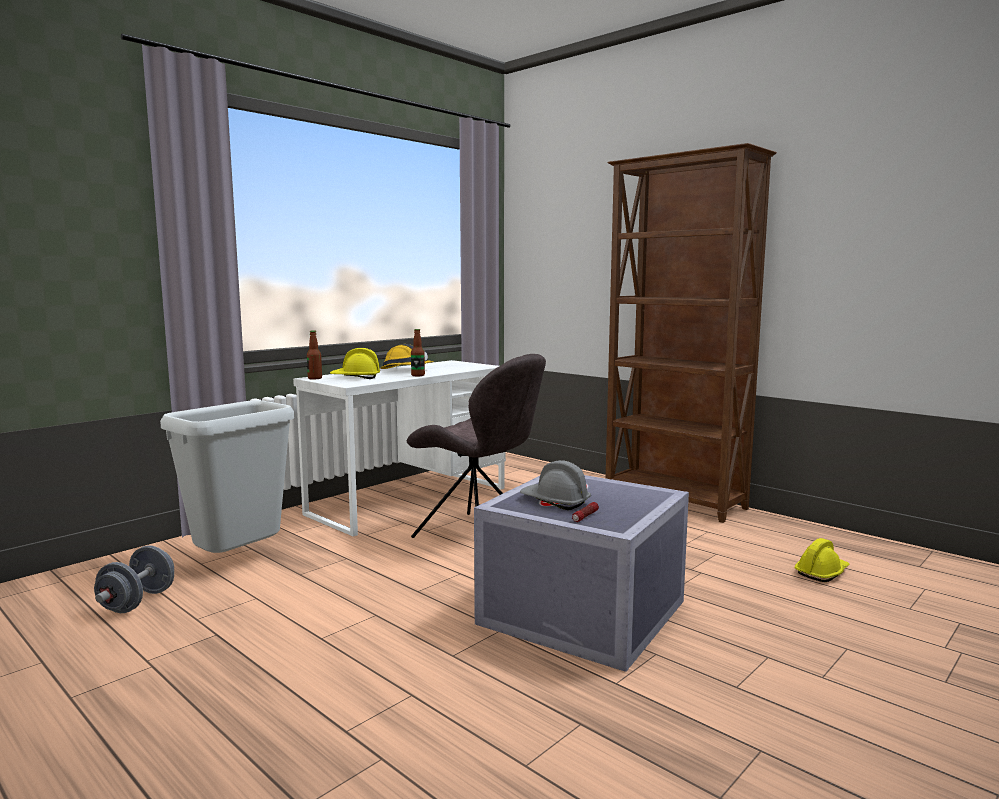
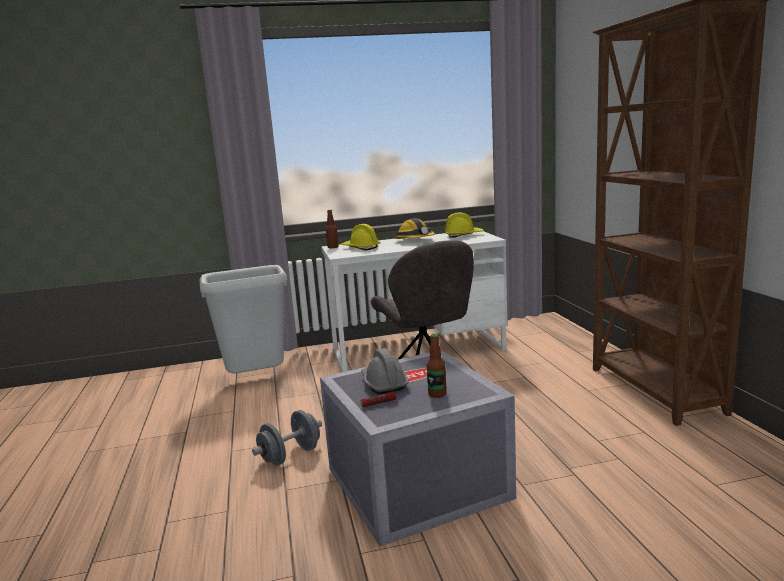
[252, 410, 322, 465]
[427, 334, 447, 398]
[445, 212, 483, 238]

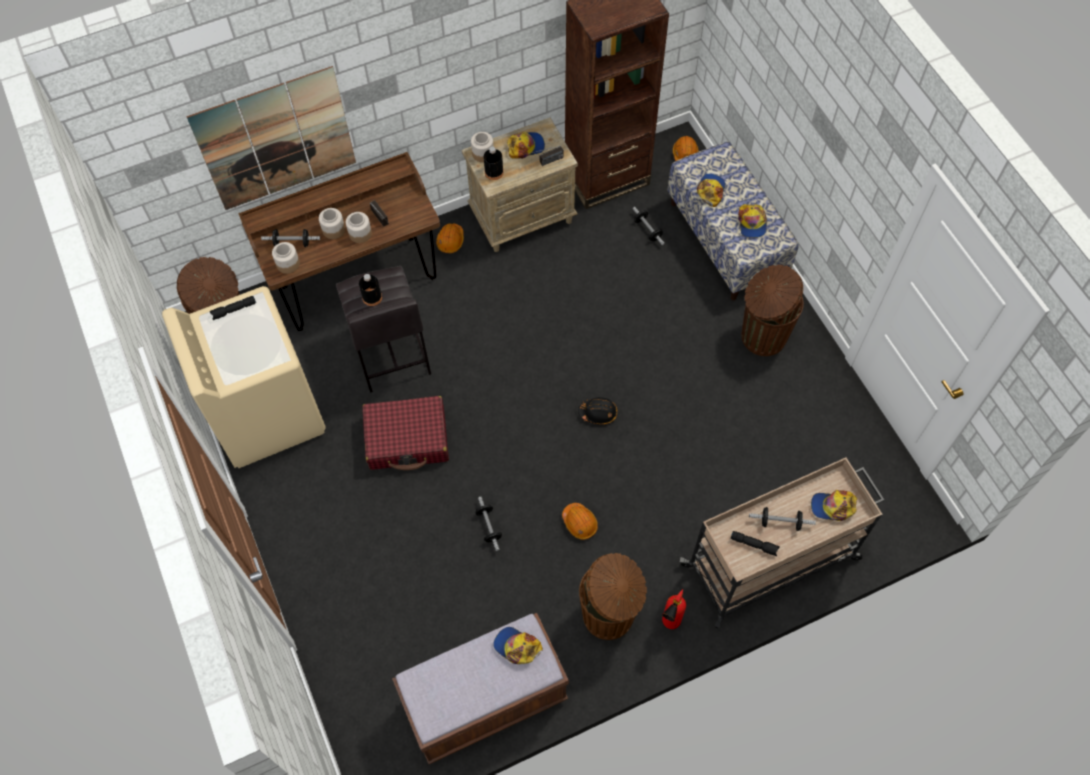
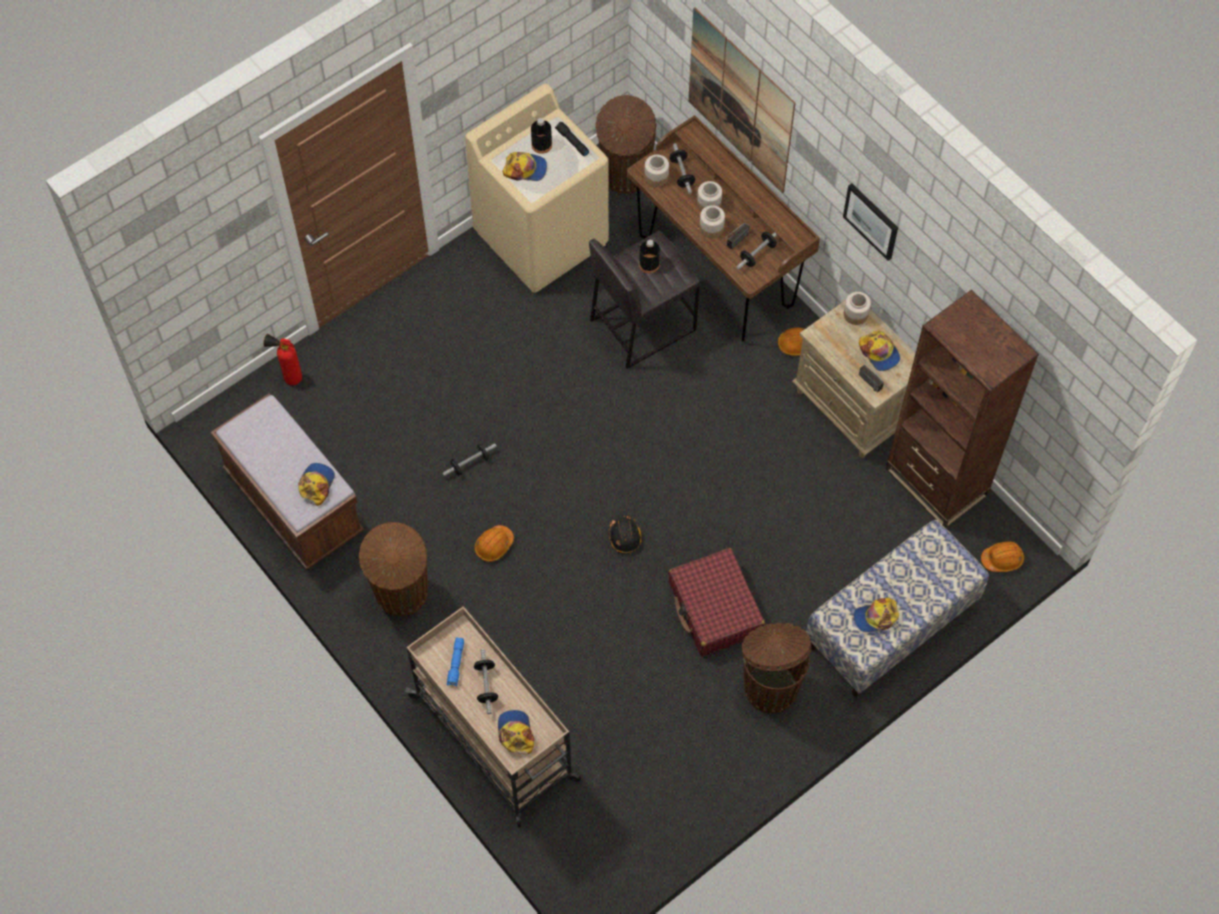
[843, 183, 898, 261]
[668, 548, 765, 657]
[531, 118, 552, 154]
[736, 232, 777, 270]
[263, 334, 302, 385]
[502, 152, 547, 181]
[447, 637, 464, 687]

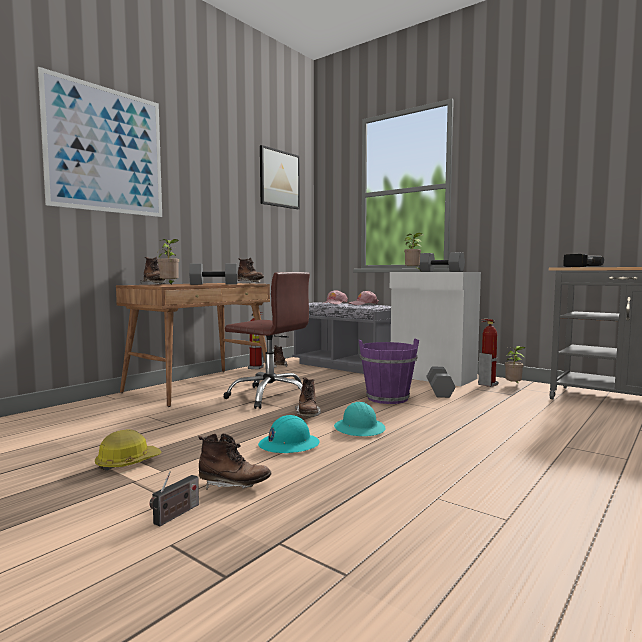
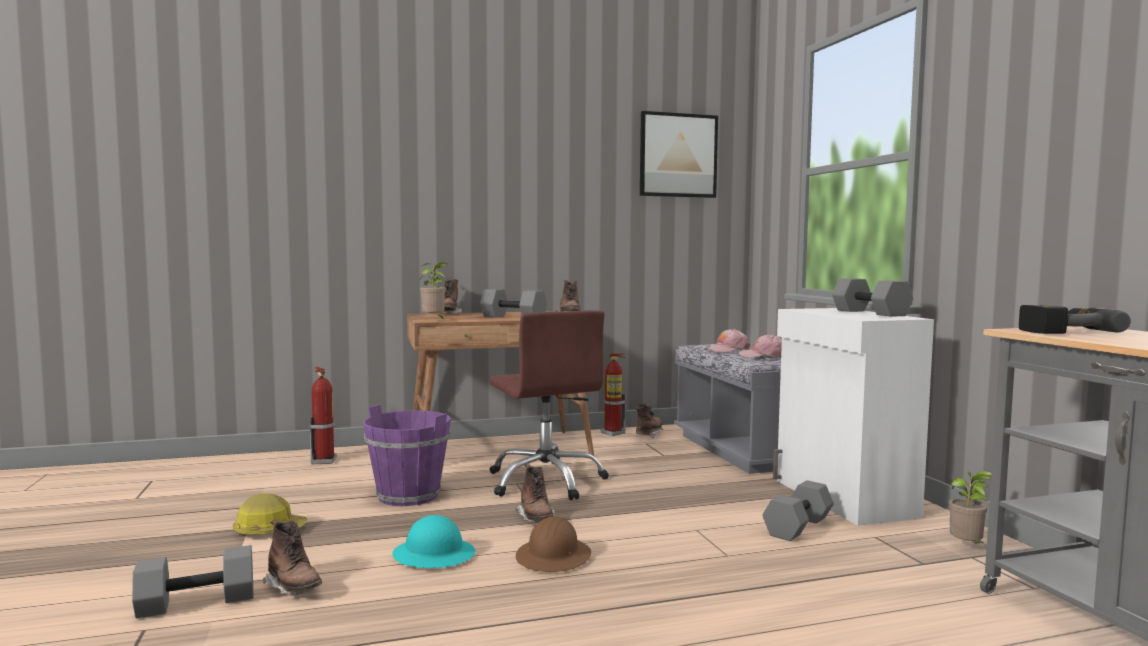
[38, 67, 162, 217] (first image)
[404, 233, 423, 270] (first image)
[363, 404, 451, 506]
[310, 367, 337, 464]
[132, 545, 253, 619]
[516, 516, 591, 572]
[515, 464, 555, 523]

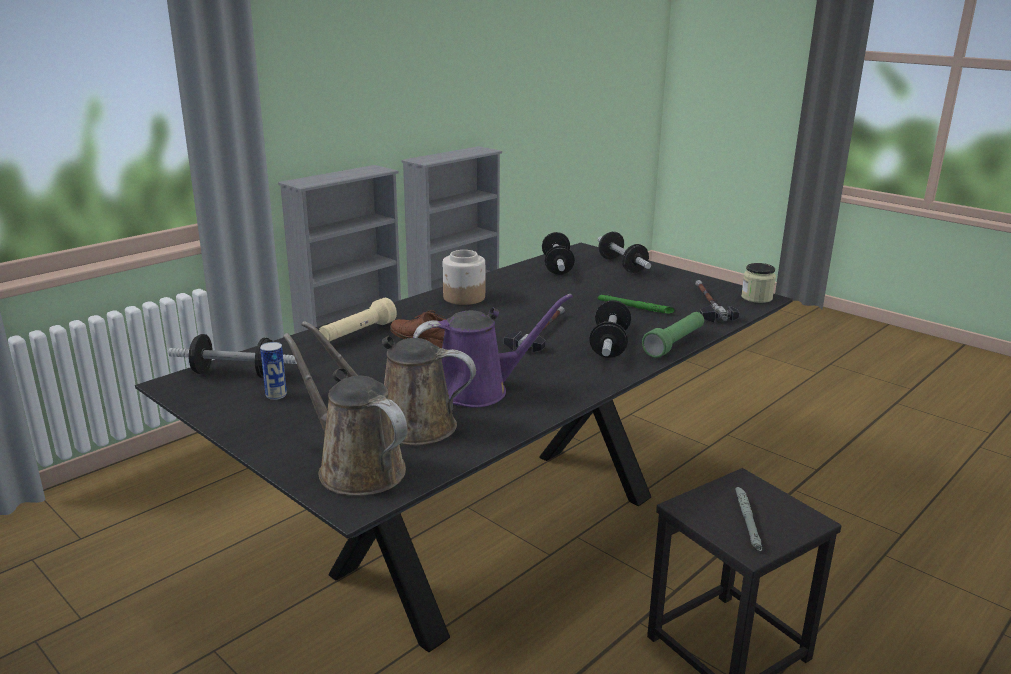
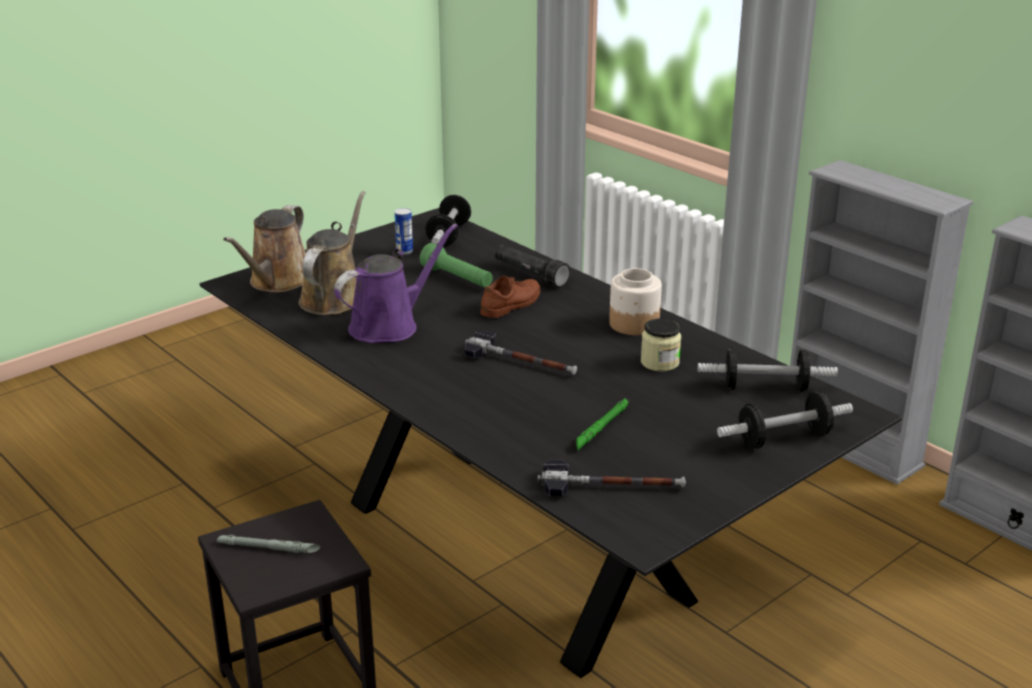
[589, 300, 631, 358] (first image)
[420, 243, 493, 288]
[641, 318, 681, 372]
[494, 244, 570, 288]
[223, 205, 306, 293]
[334, 223, 458, 343]

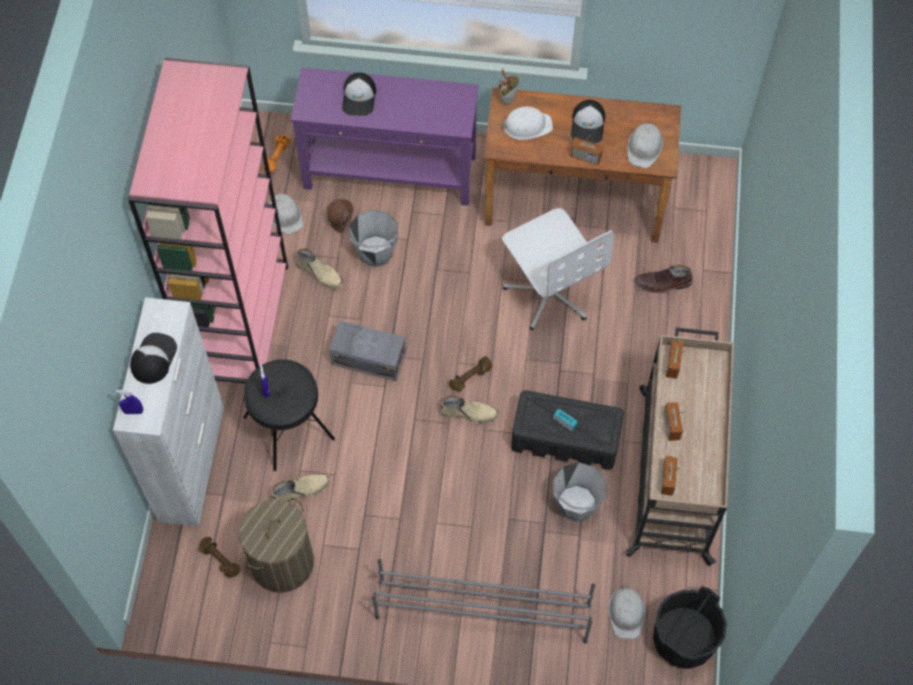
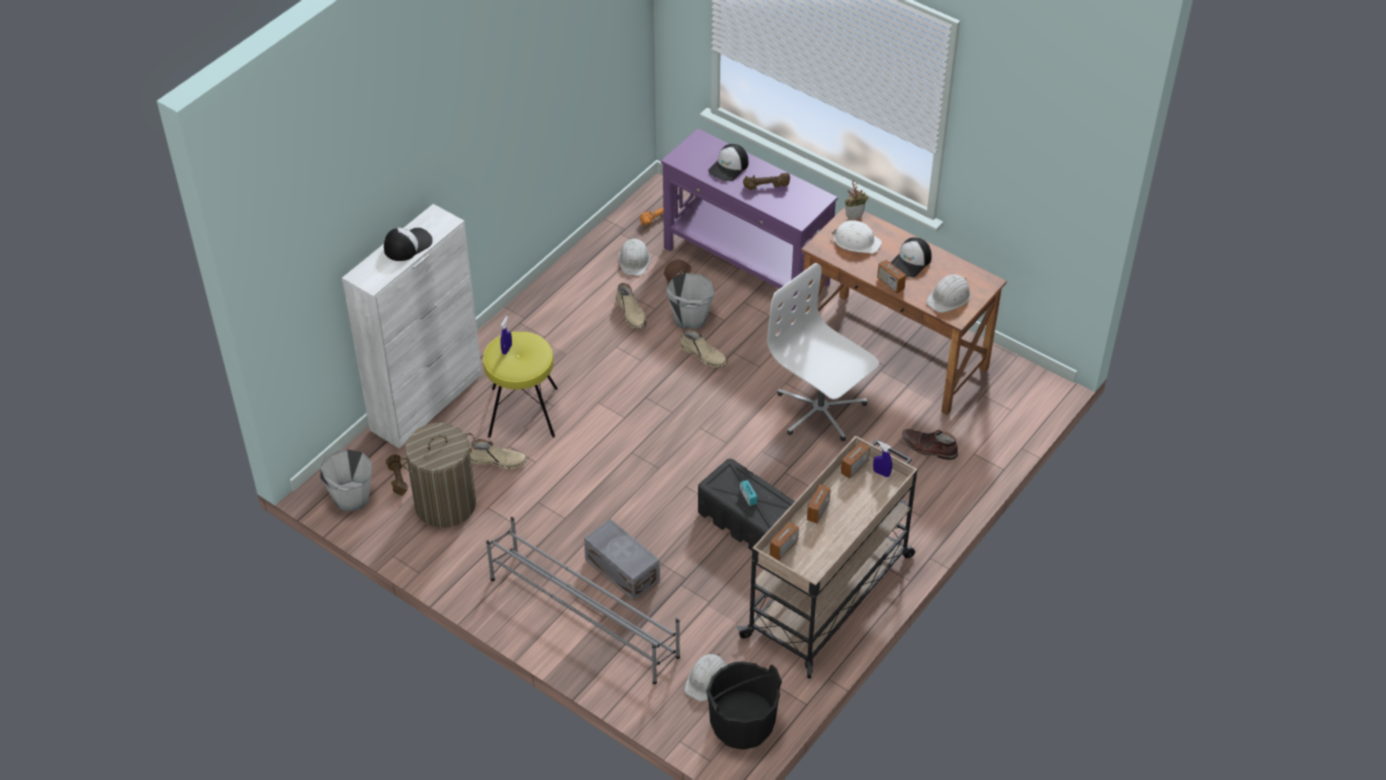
[128, 58, 288, 383] (first image)
[873, 441, 892, 477]
[584, 519, 660, 601]
[680, 328, 728, 367]
[743, 173, 790, 190]
[320, 449, 372, 512]
[483, 332, 558, 438]
[767, 263, 879, 442]

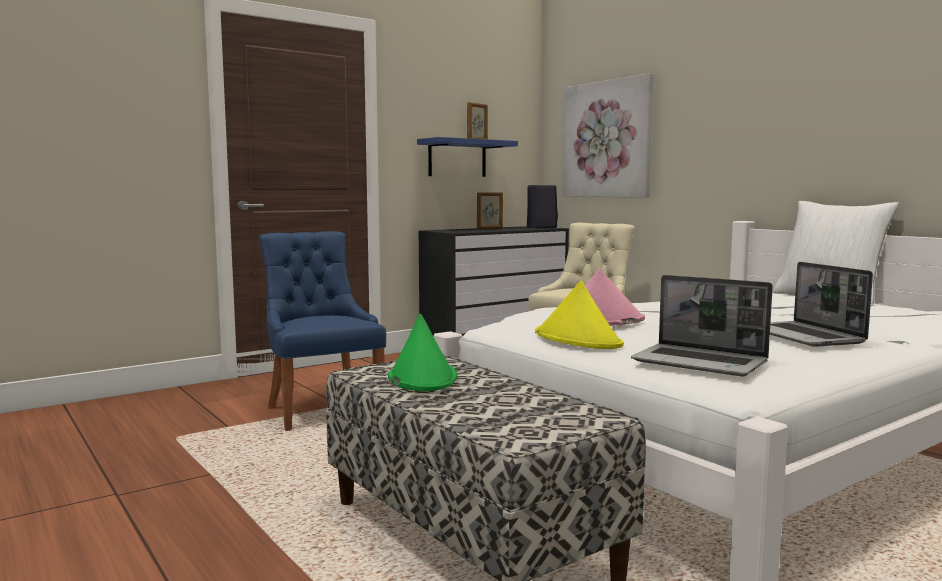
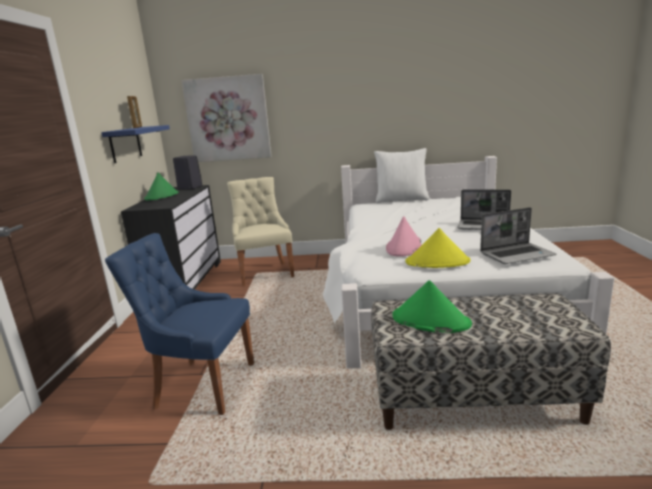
[144, 173, 178, 201]

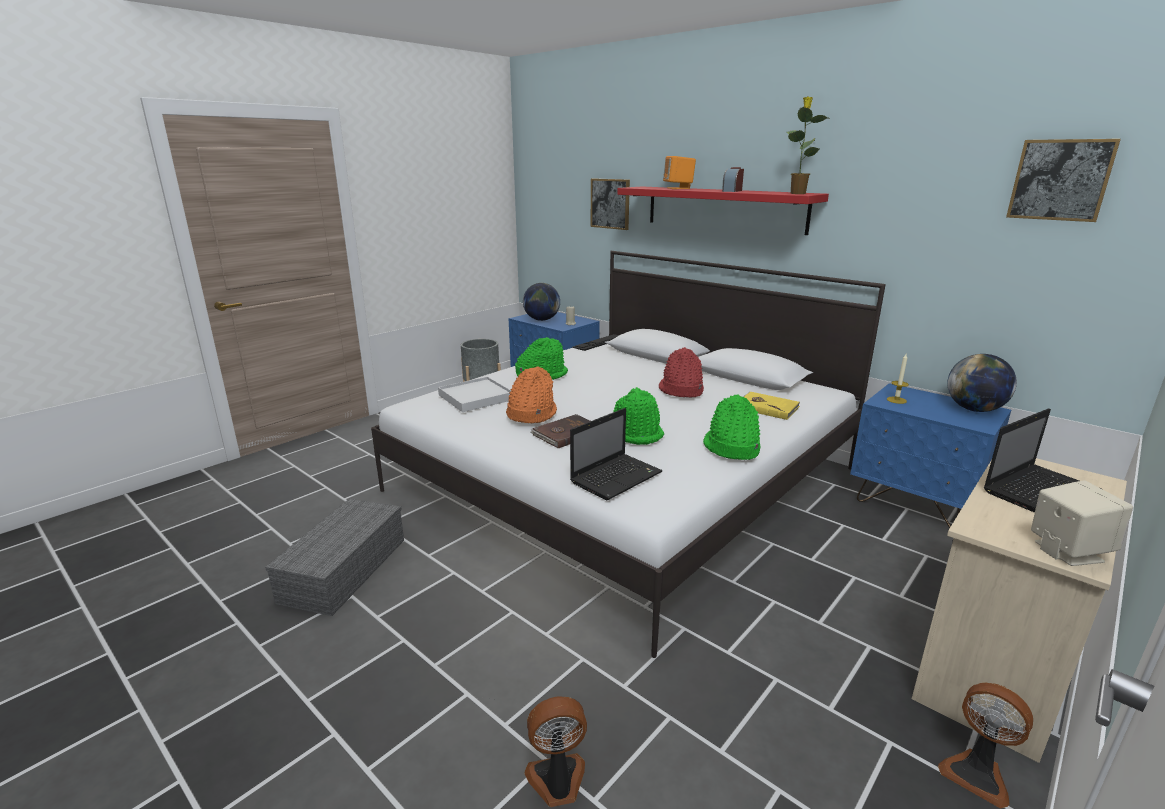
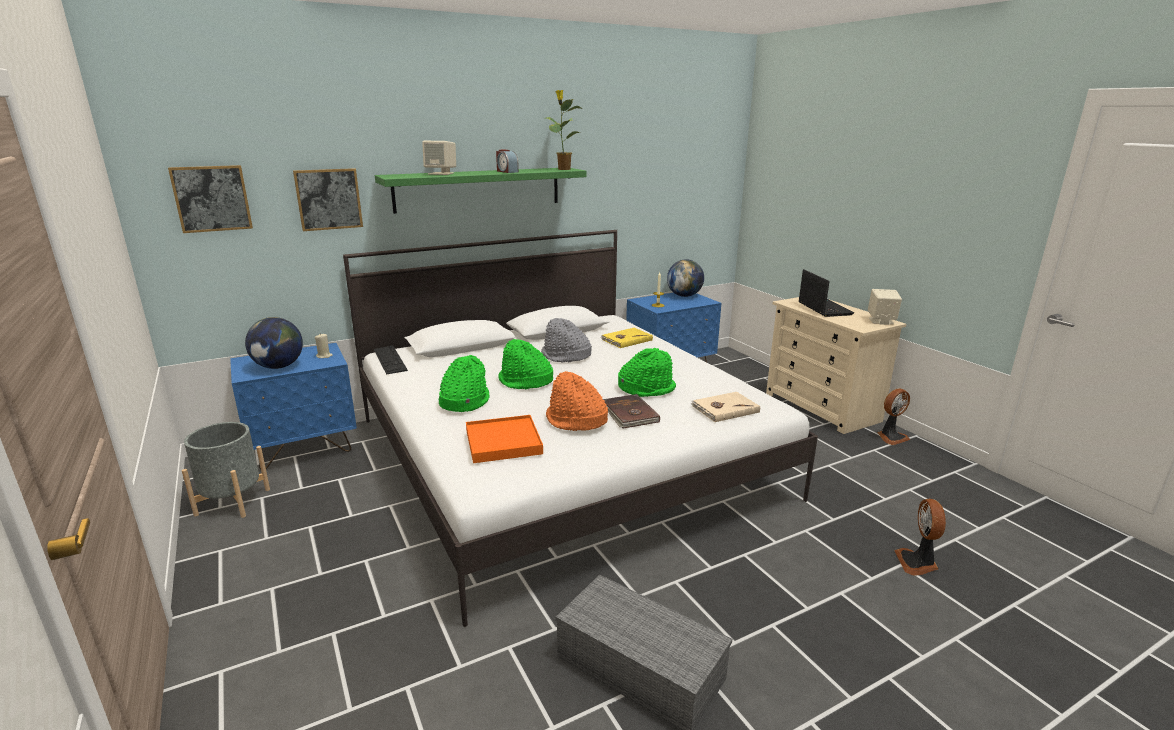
[498, 339, 553, 390]
[168, 165, 253, 233]
[691, 392, 760, 422]
[466, 415, 543, 463]
[375, 168, 586, 214]
[541, 318, 592, 363]
[422, 141, 456, 175]

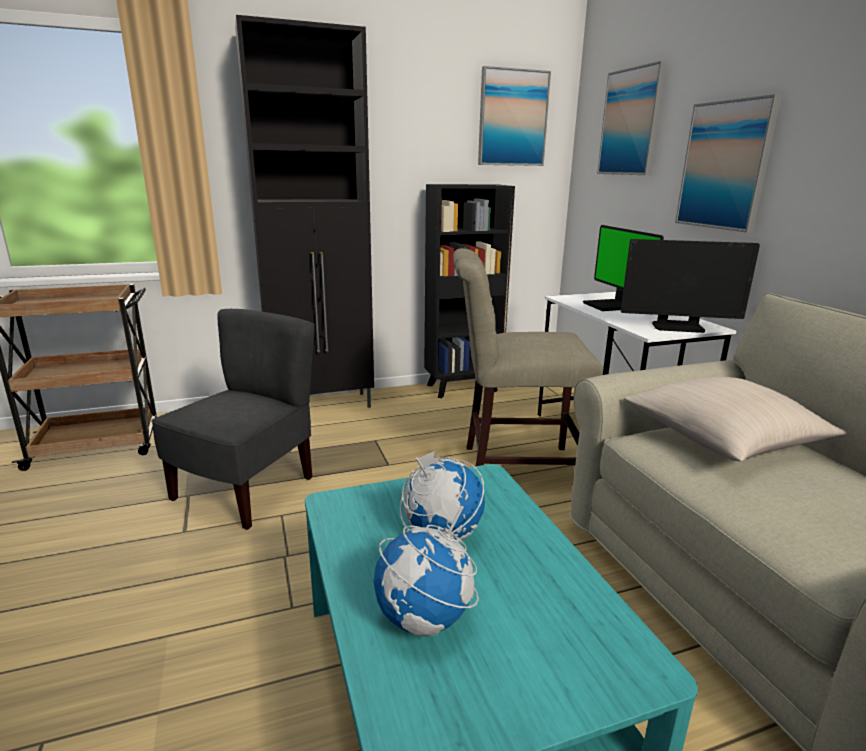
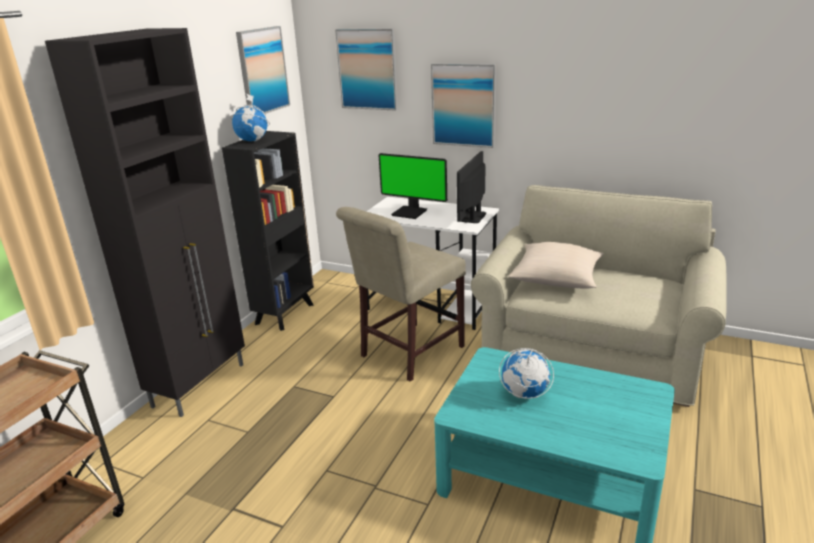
[151, 309, 315, 530] (first image)
[230, 94, 270, 141]
[457, 151, 486, 223]

